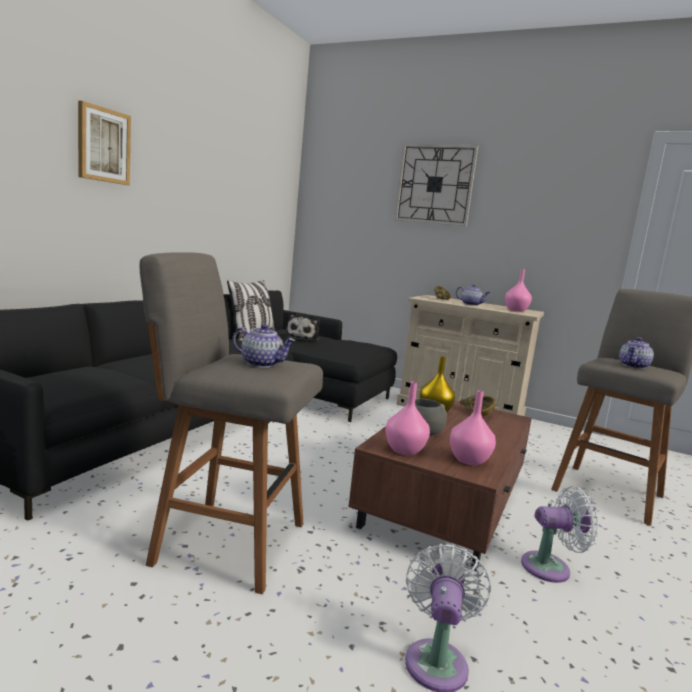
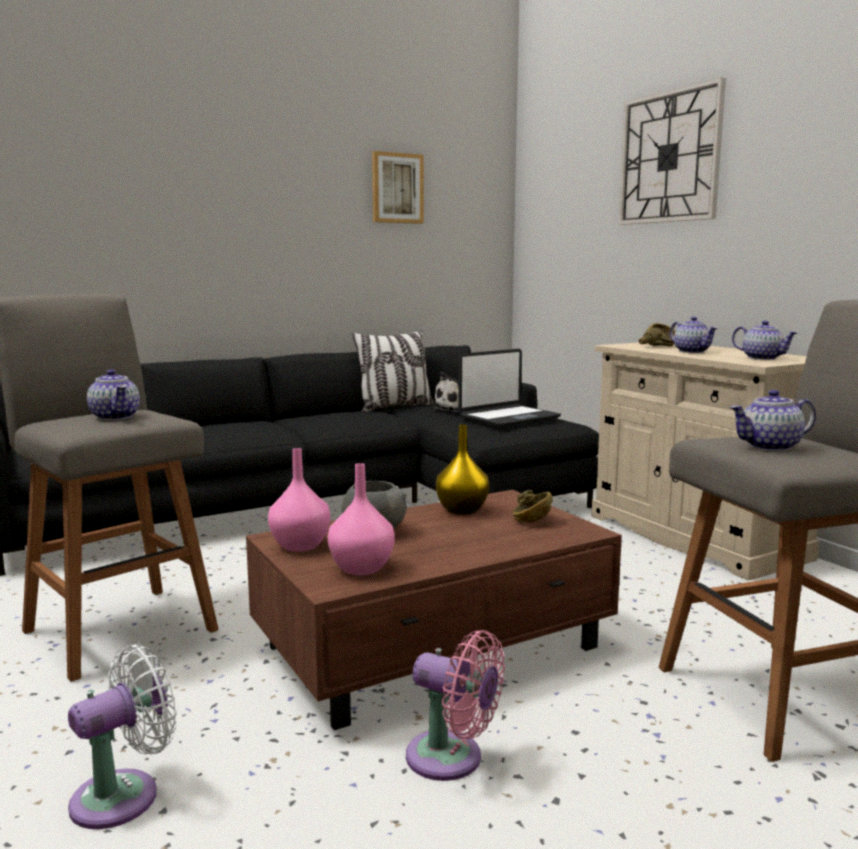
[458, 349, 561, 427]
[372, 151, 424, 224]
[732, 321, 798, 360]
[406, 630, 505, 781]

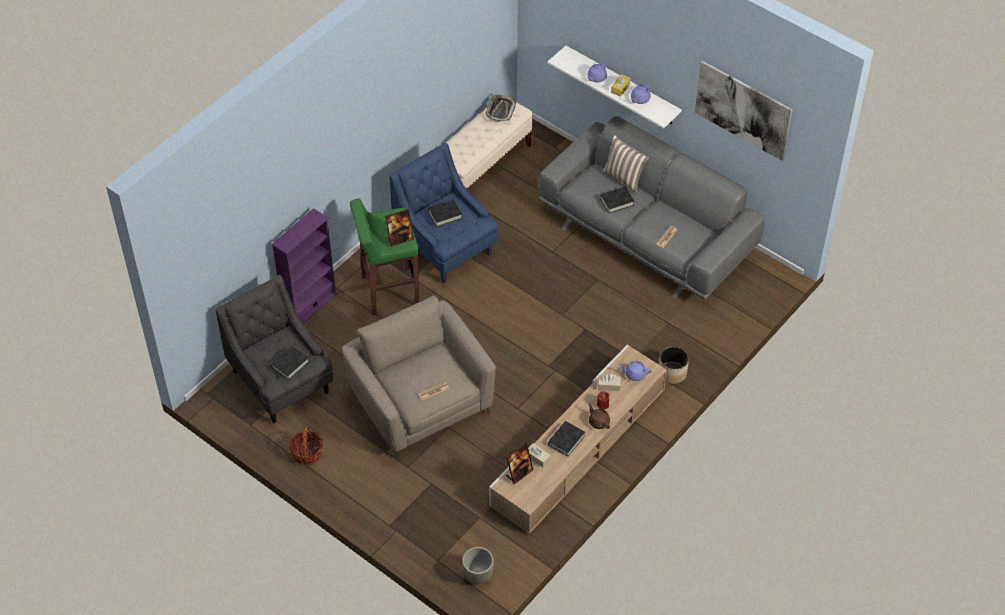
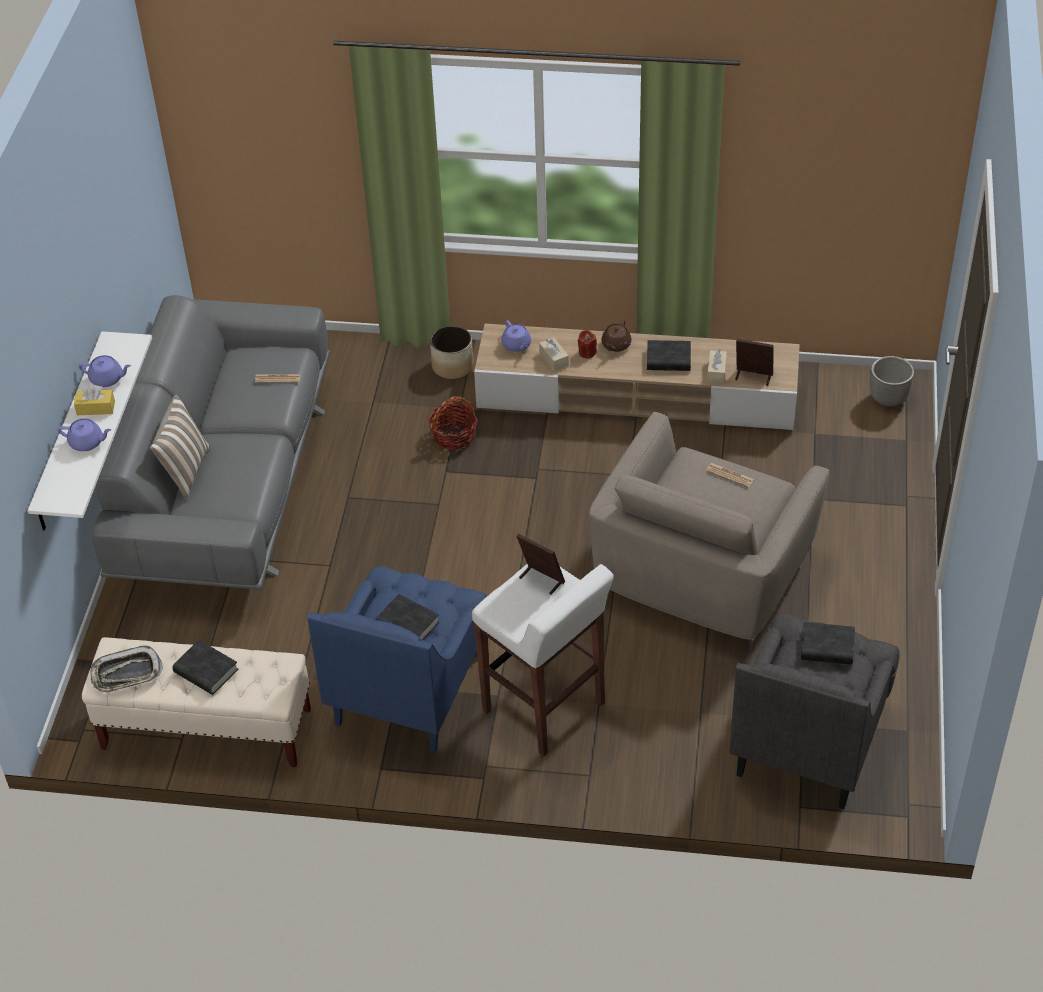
[271, 208, 337, 324] (first image)
[695, 61, 793, 161] (first image)
[428, 396, 478, 451]
[172, 640, 238, 695]
[472, 564, 614, 756]

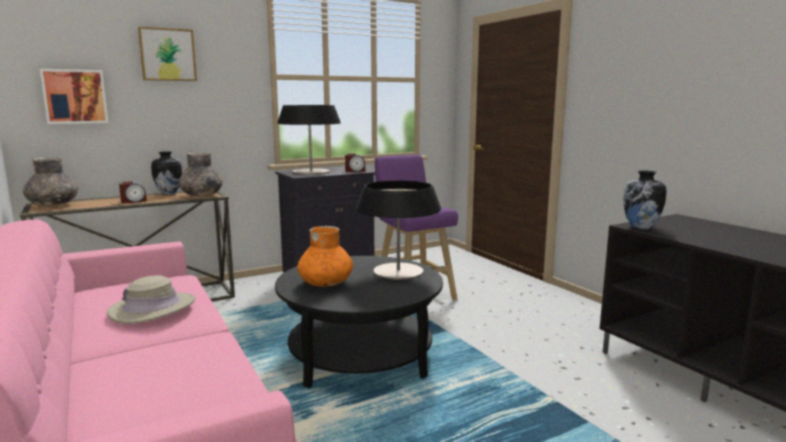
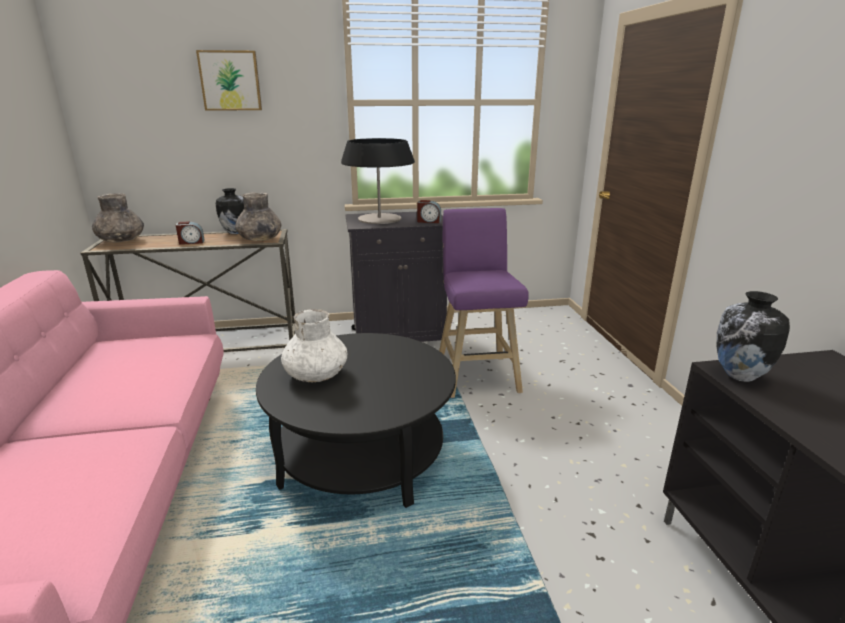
[40, 69, 108, 124] (first image)
[107, 275, 195, 324] (first image)
[357, 180, 441, 280] (first image)
[281, 309, 347, 382]

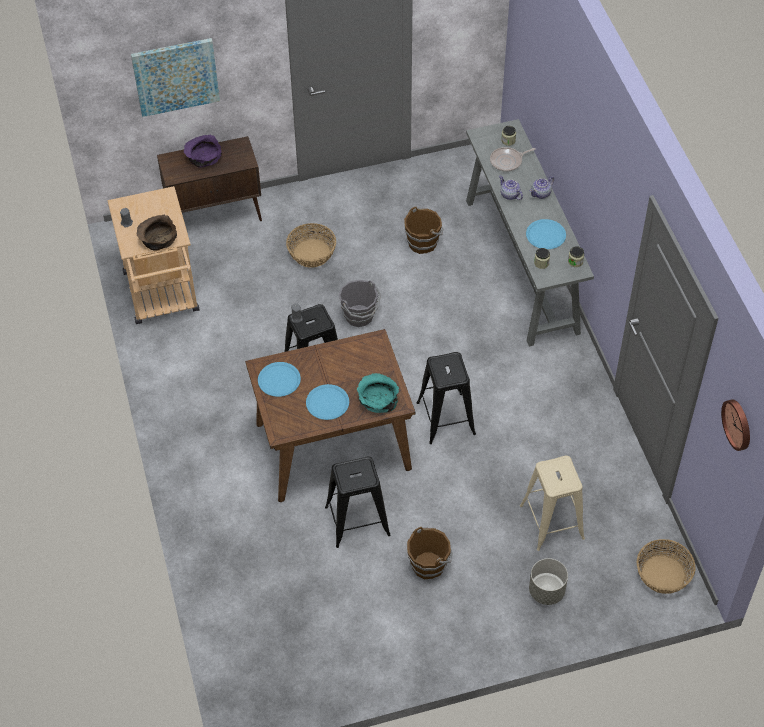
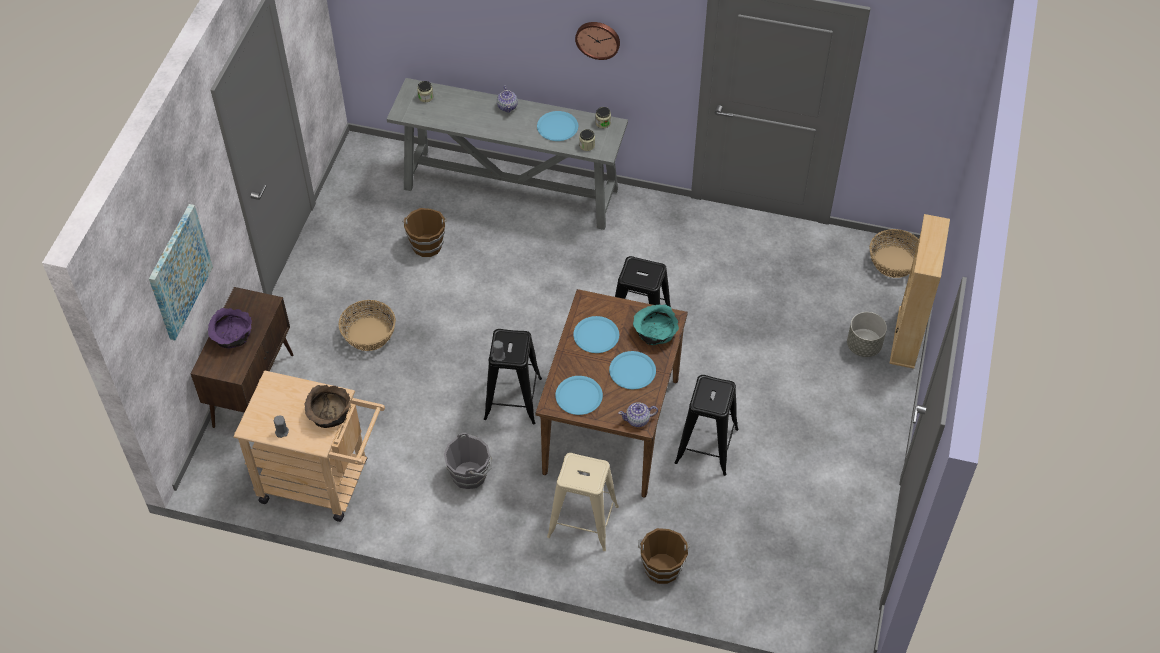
[490, 147, 536, 172] (first image)
[573, 316, 619, 353]
[889, 214, 950, 369]
[444, 433, 492, 489]
[638, 528, 690, 584]
[618, 402, 658, 427]
[547, 453, 619, 551]
[575, 22, 620, 60]

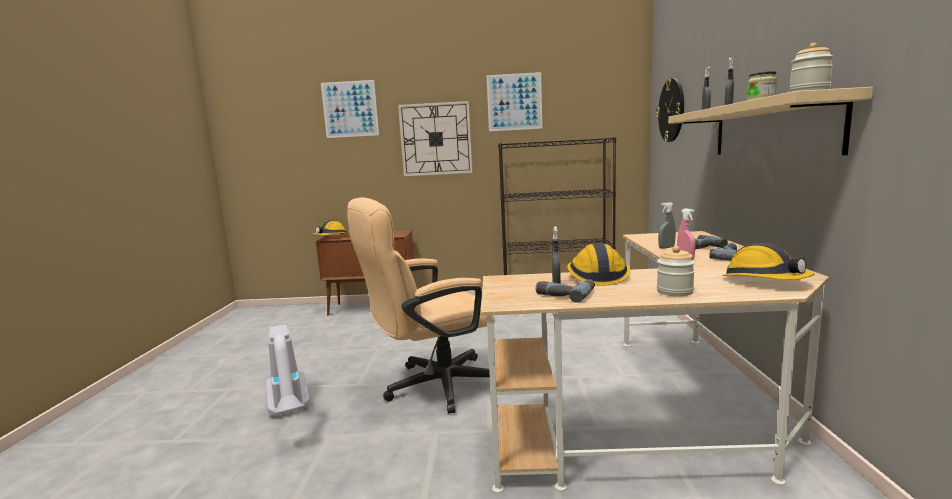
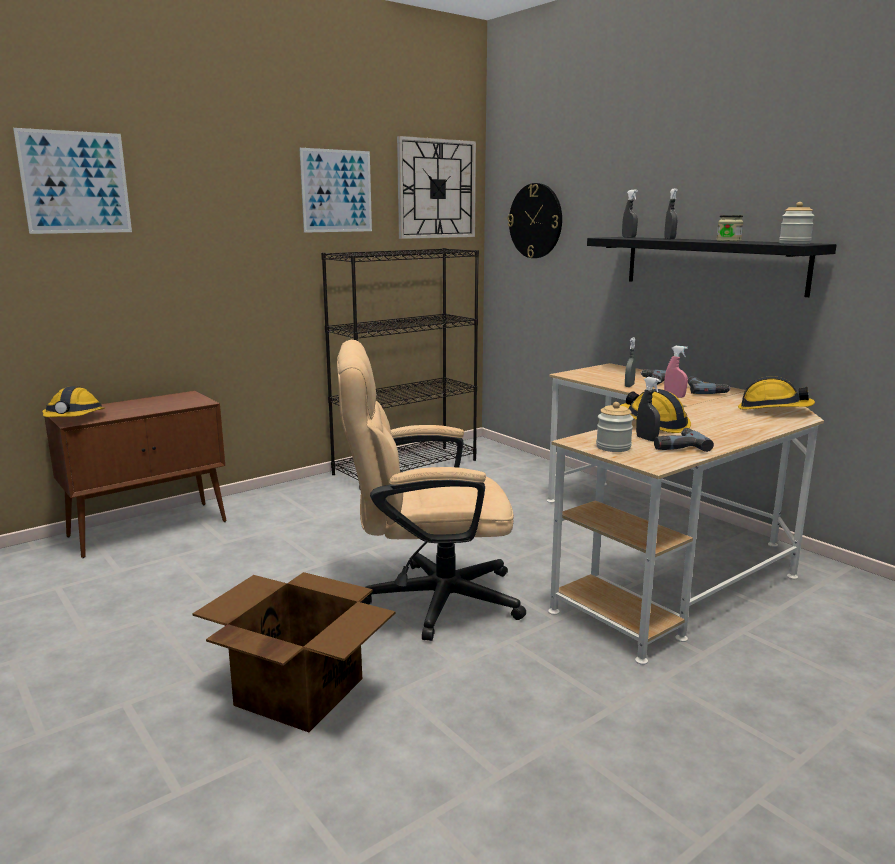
[397, 136, 476, 239]
[596, 402, 633, 452]
[192, 572, 395, 732]
[587, 237, 837, 297]
[337, 340, 526, 641]

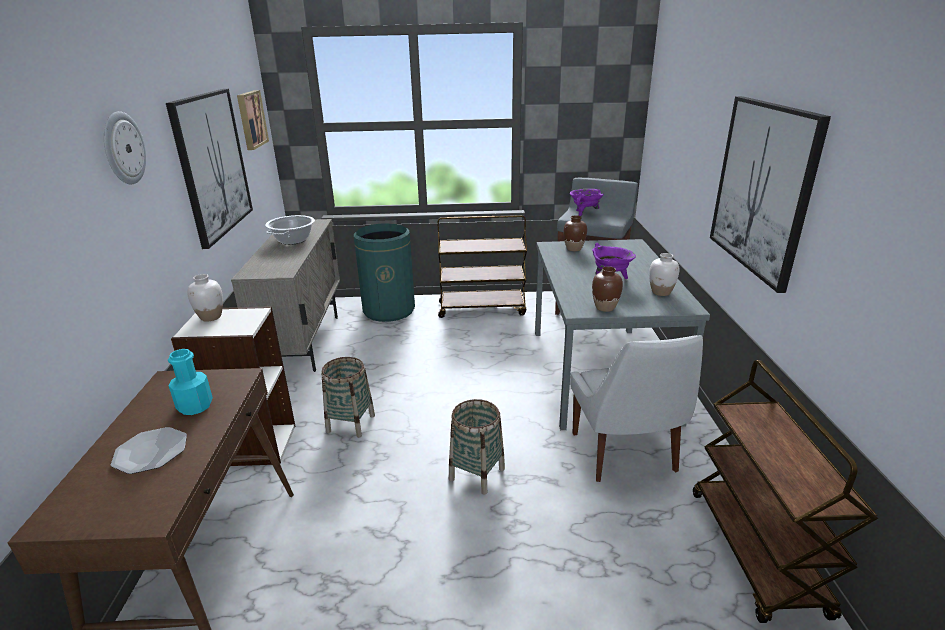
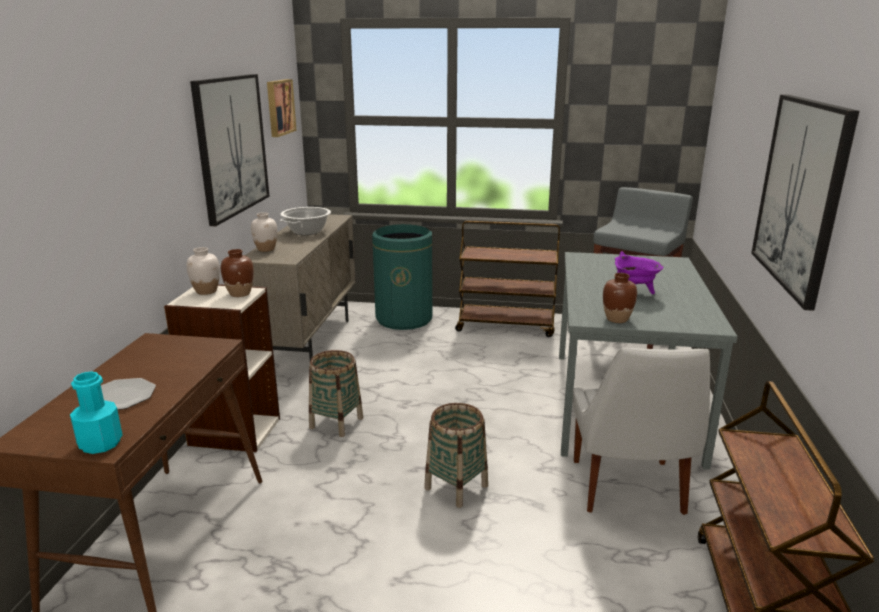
[104, 111, 146, 184] (first image)
[570, 189, 604, 217] (first image)
[70, 371, 123, 454]
[221, 249, 254, 297]
[251, 212, 277, 252]

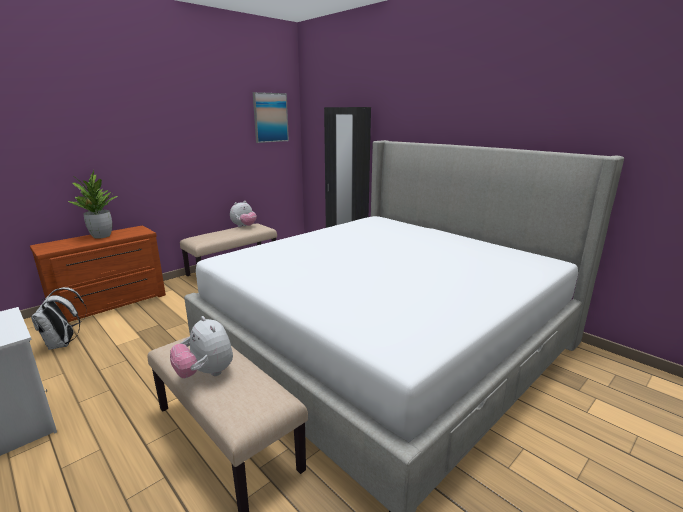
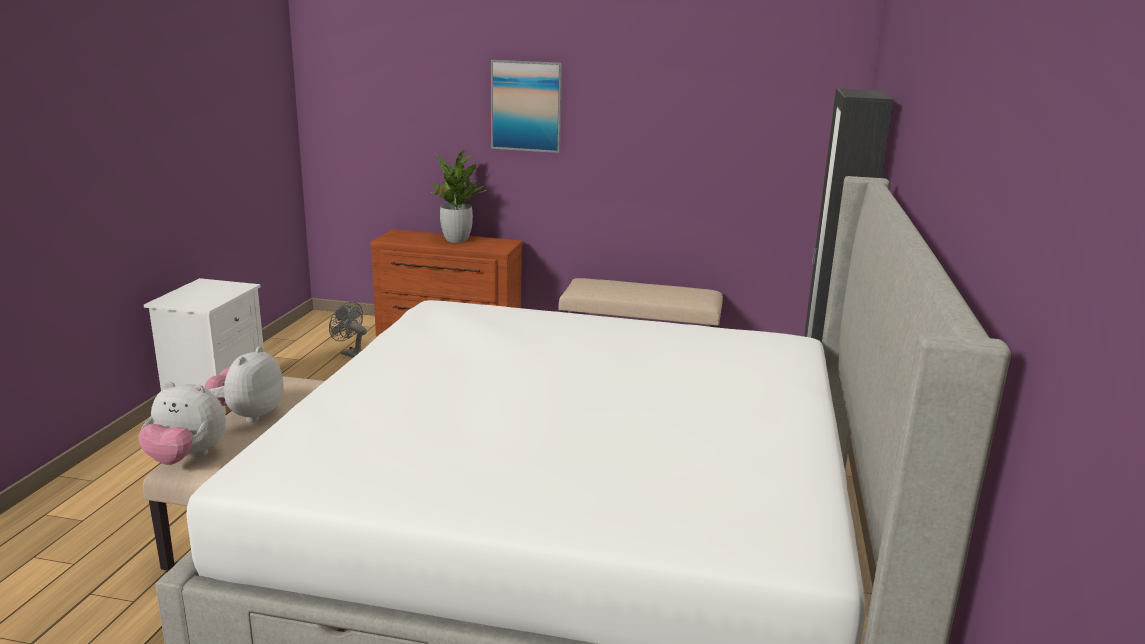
[138, 382, 226, 465]
[491, 60, 562, 153]
[329, 302, 367, 358]

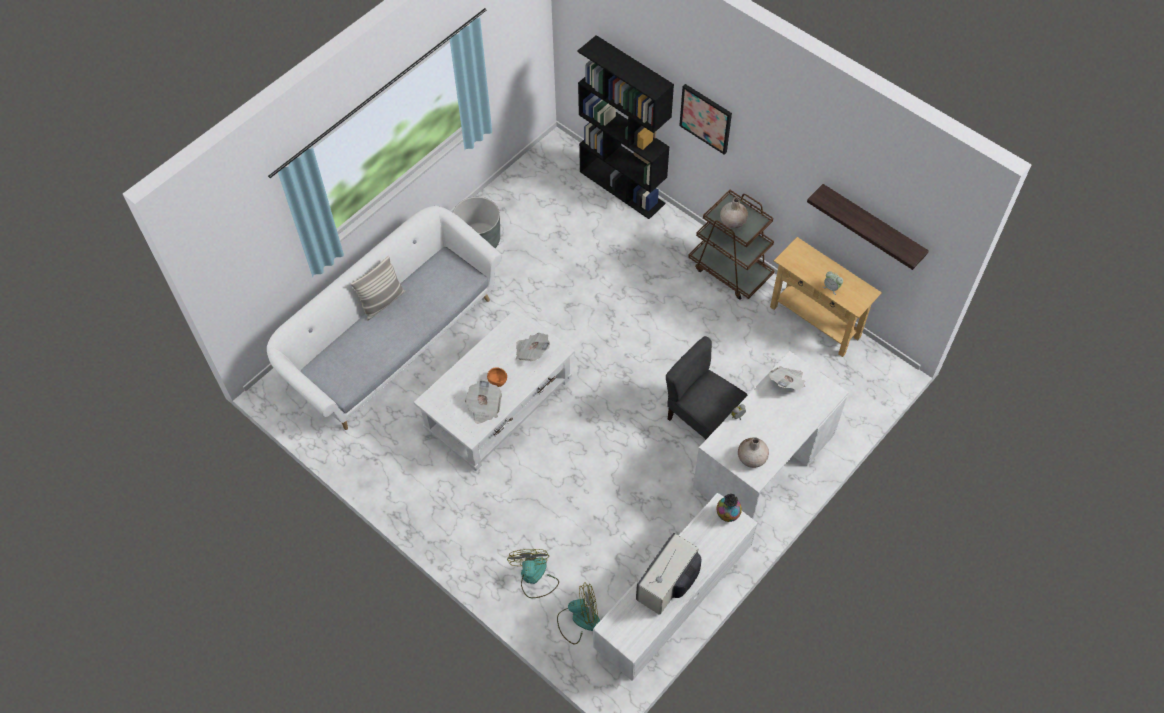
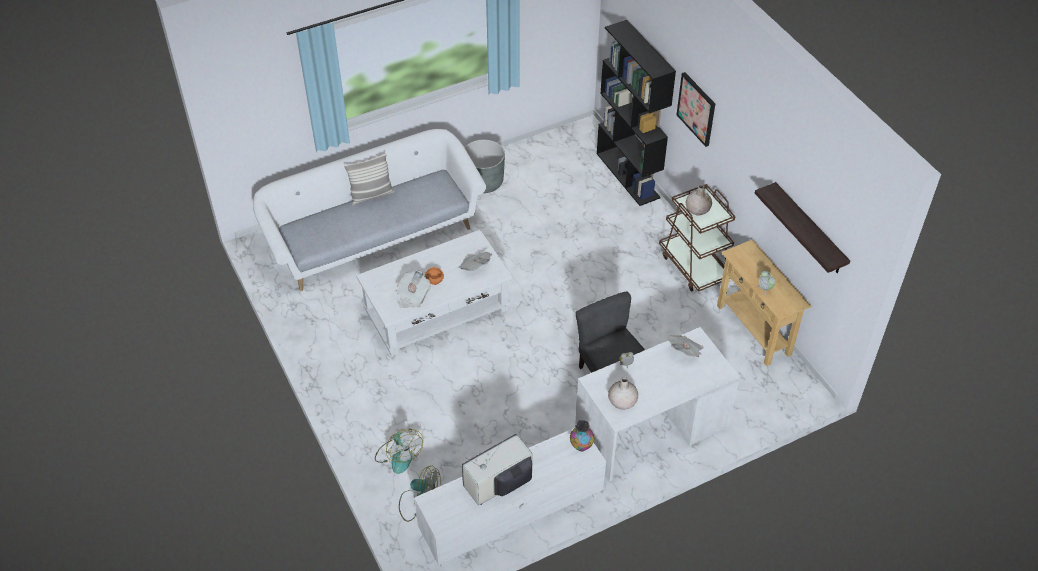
[375, 429, 423, 474]

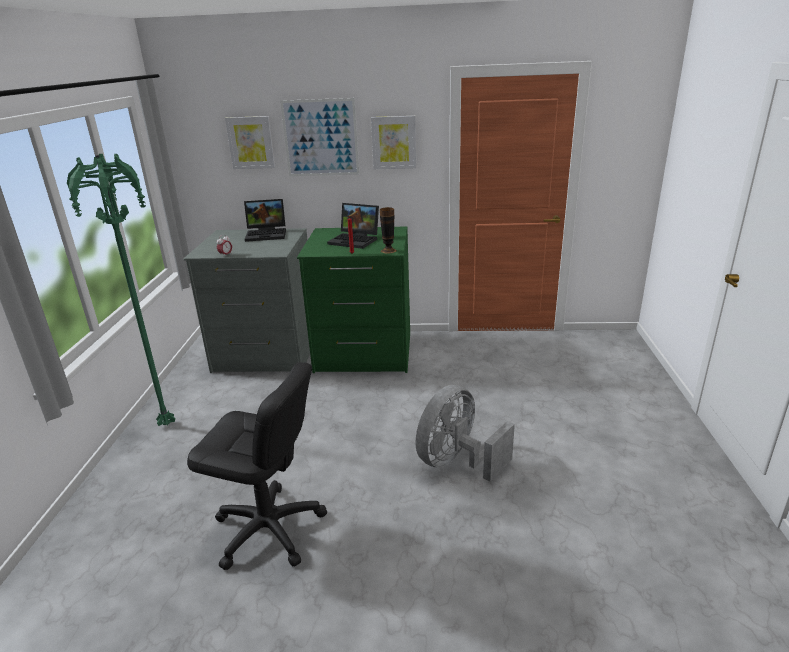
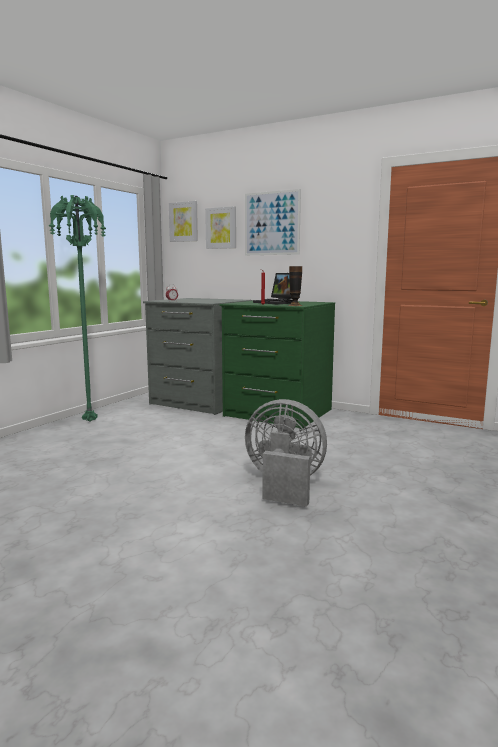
[187, 362, 327, 570] (first image)
[244, 199, 286, 242] (first image)
[169, 201, 198, 242]
[245, 399, 327, 507]

